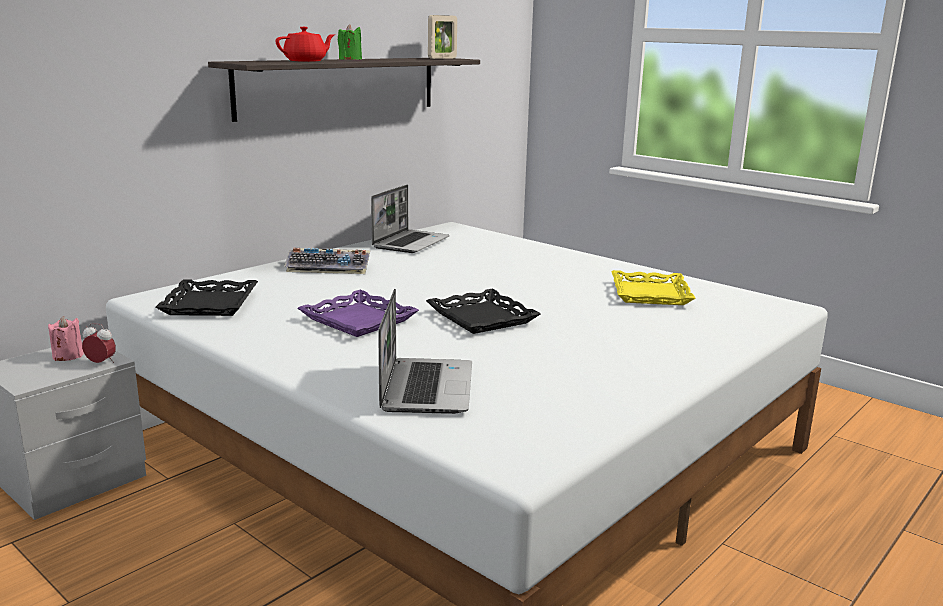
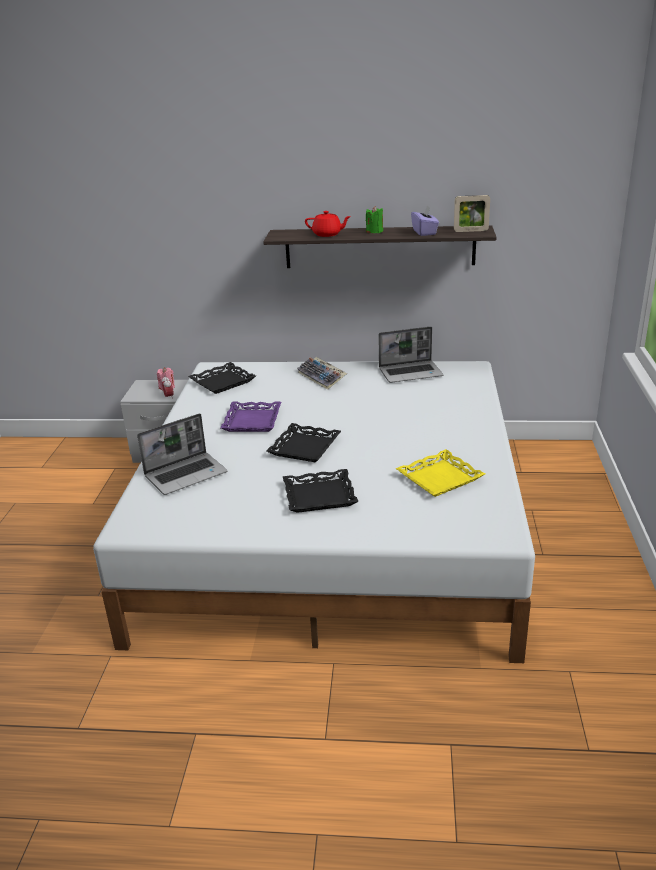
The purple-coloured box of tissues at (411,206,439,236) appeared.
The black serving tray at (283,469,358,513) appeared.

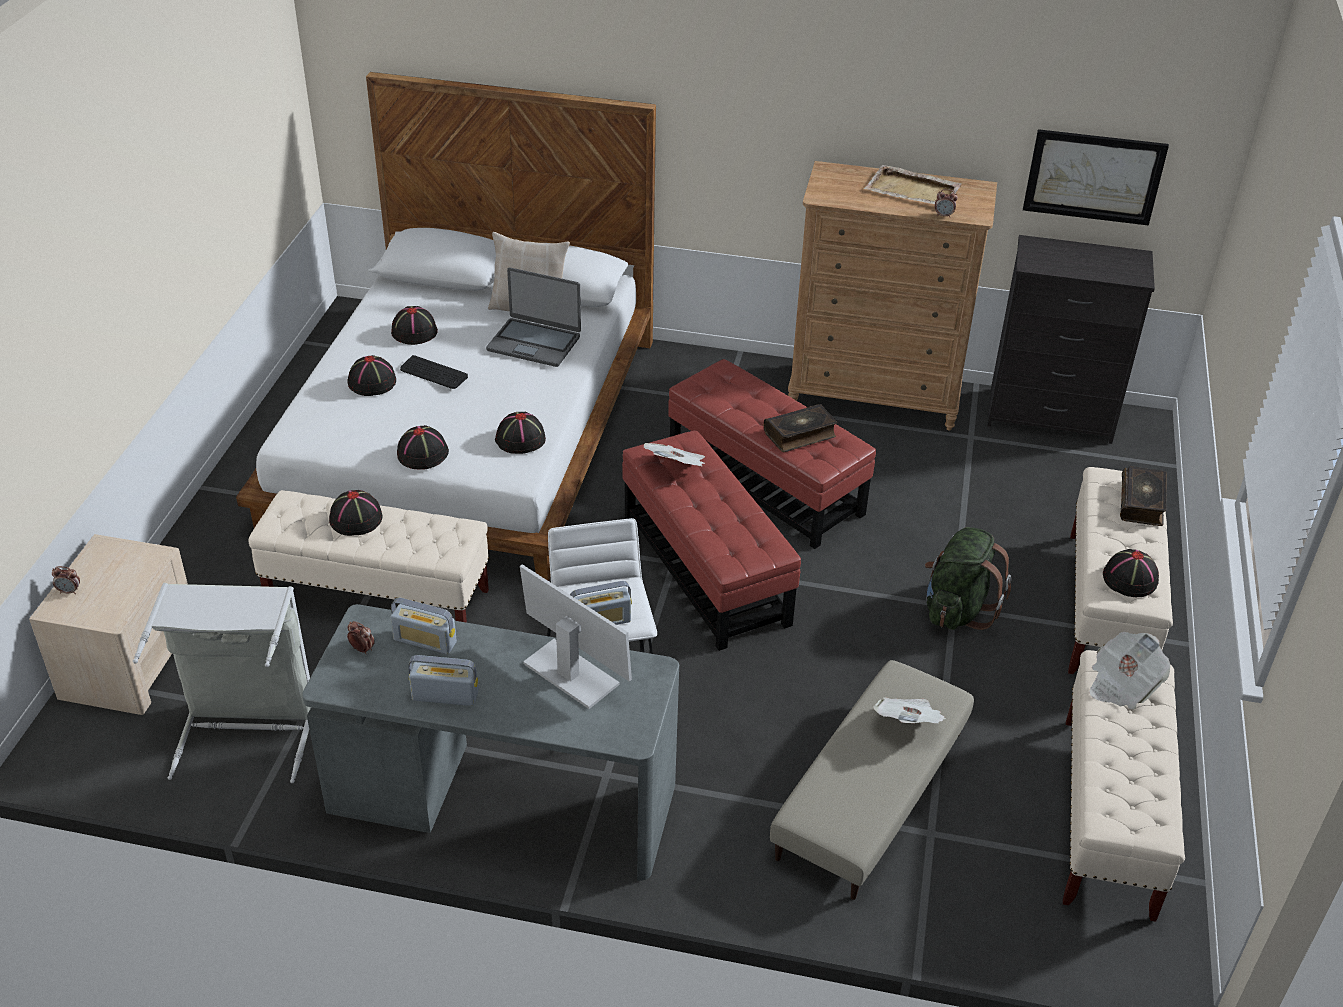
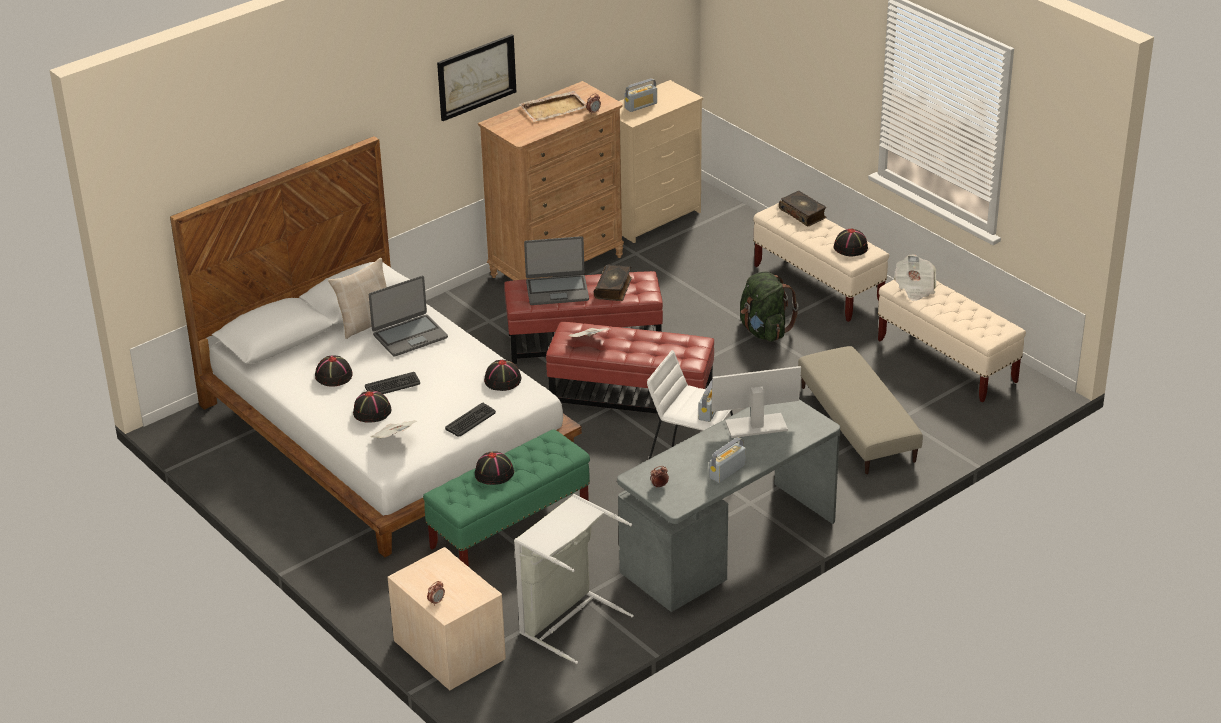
The picture moved from (1023,129,1169,226) to (437,34,516,121).
The black dresser at (988,235,1155,444) became the sand-coloured dresser at (619,80,703,243).
The black clothing hat at (397,425,449,470) was replaced by the computer keyboard at (445,403,496,437).
The sand-coloured indoor bench at (249,490,489,623) became the green-coloured indoor bench at (423,429,590,567).
The radio moved from (390,597,457,655) to (625,78,657,112).
The newspaper moved from (874,697,946,723) to (370,420,417,438).
The notebook computer at (524,236,589,305) appeared.

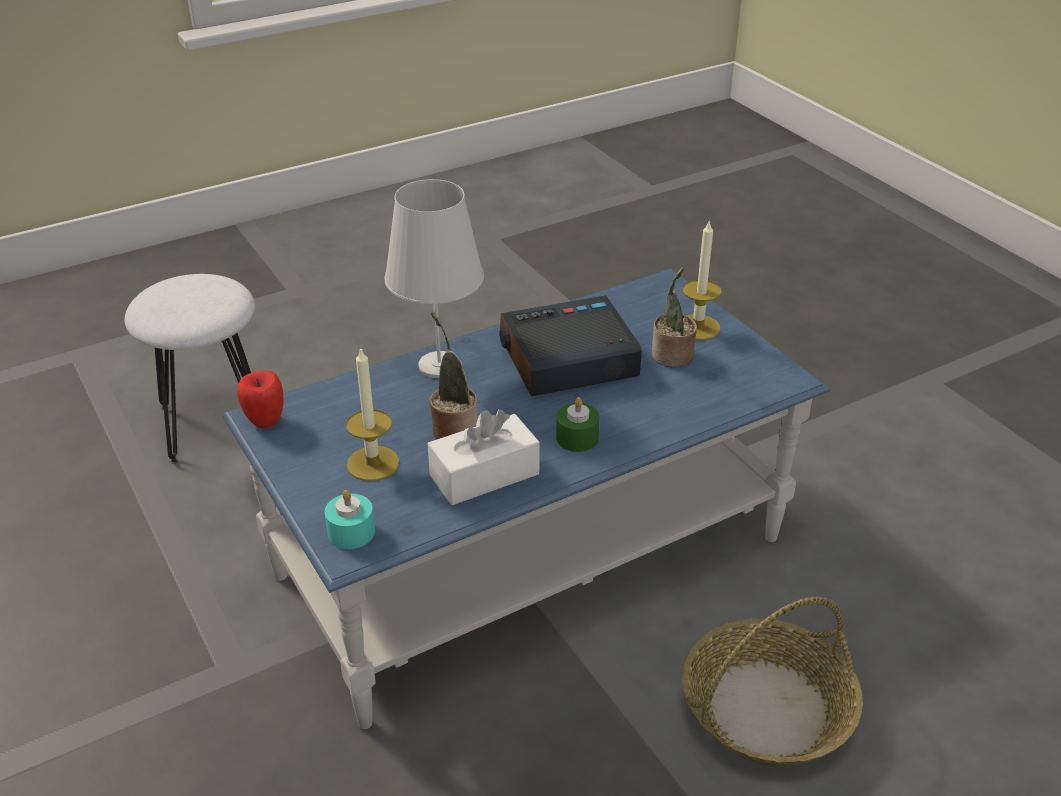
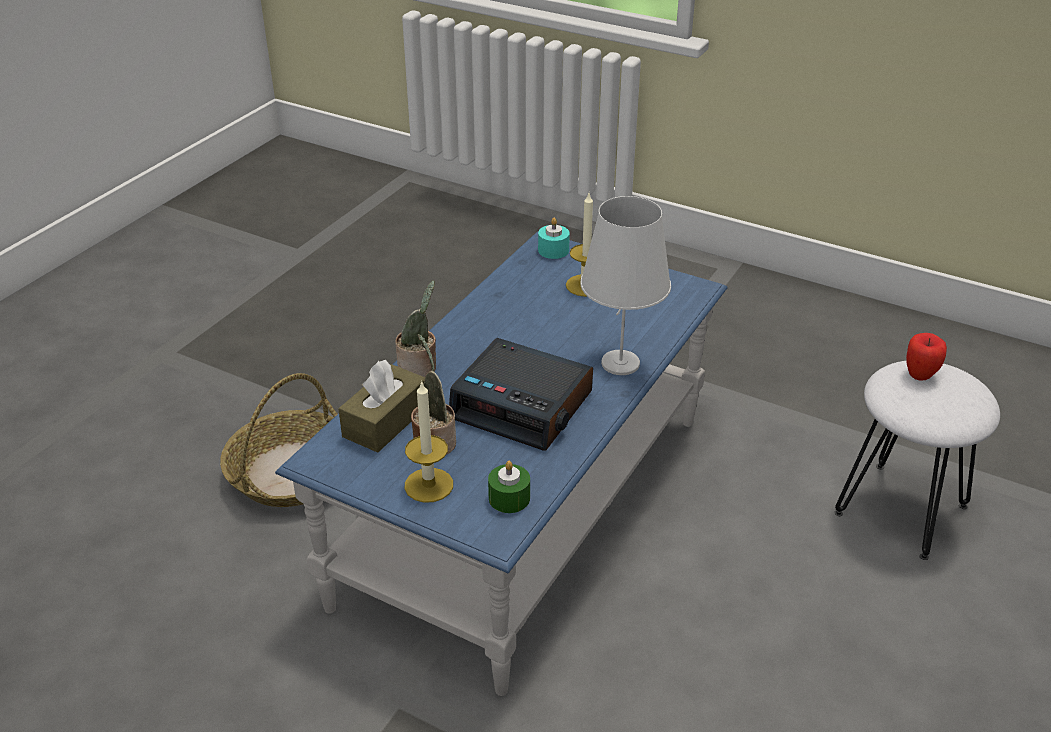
The bedside clock at (500,295,642,396) turned 75 degrees clockwise.
The houseplant moved from (429,312,478,439) to (395,280,436,377).
The apple moved from (237,370,283,428) to (906,333,947,381).
The green-coloured wax candle moved from (556,397,600,452) to (488,461,530,513).
The white box of tissues at (428,410,540,505) disappeared.
The brown-coloured box of tissues at (338,360,425,452) appeared.

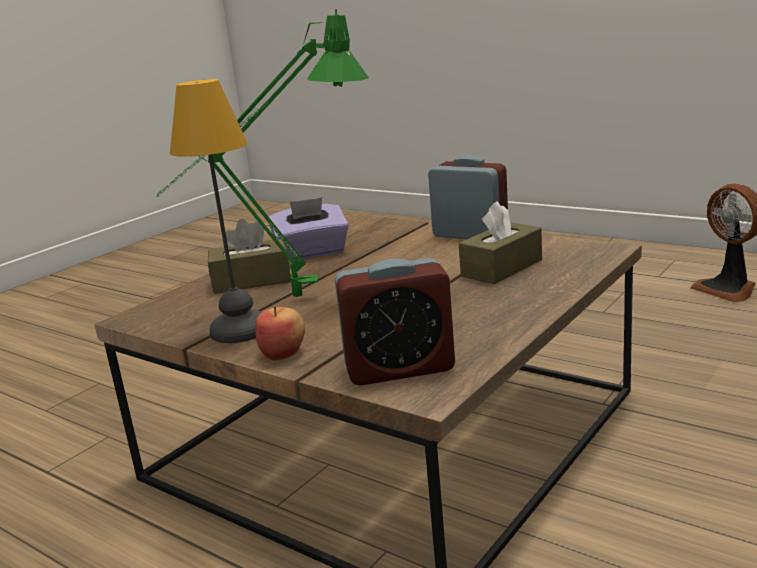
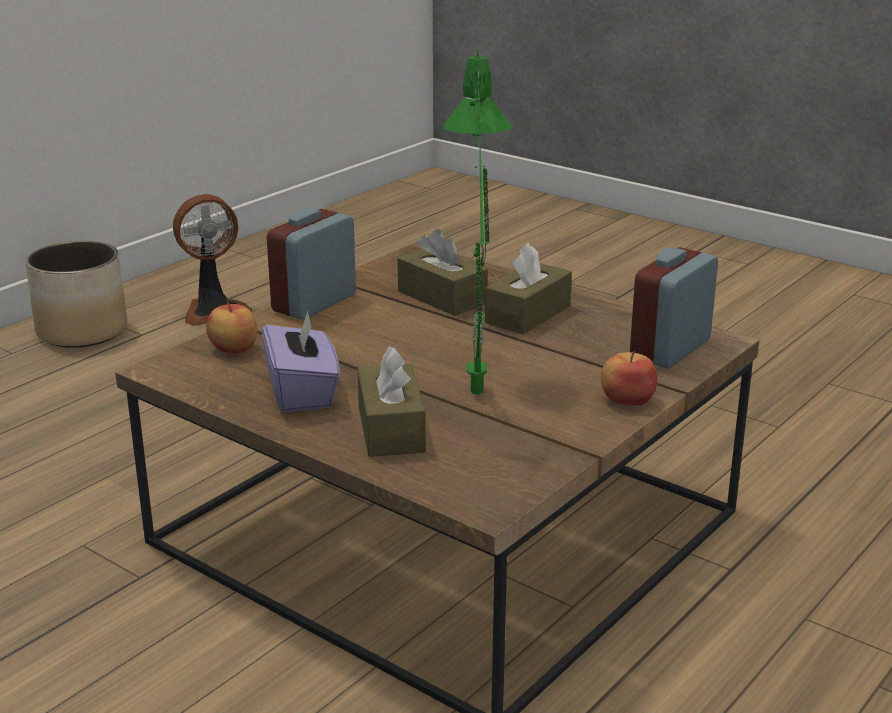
The lamp for a table at (170,79,262,343) disappeared.
The bedside clock at (335,258,455,386) turned 135 degrees counterclockwise.
The planter at (25,241,127,348) appeared.
The brown-coloured box of tissues at (485,243,572,334) appeared.
The apple at (206,302,258,354) appeared.

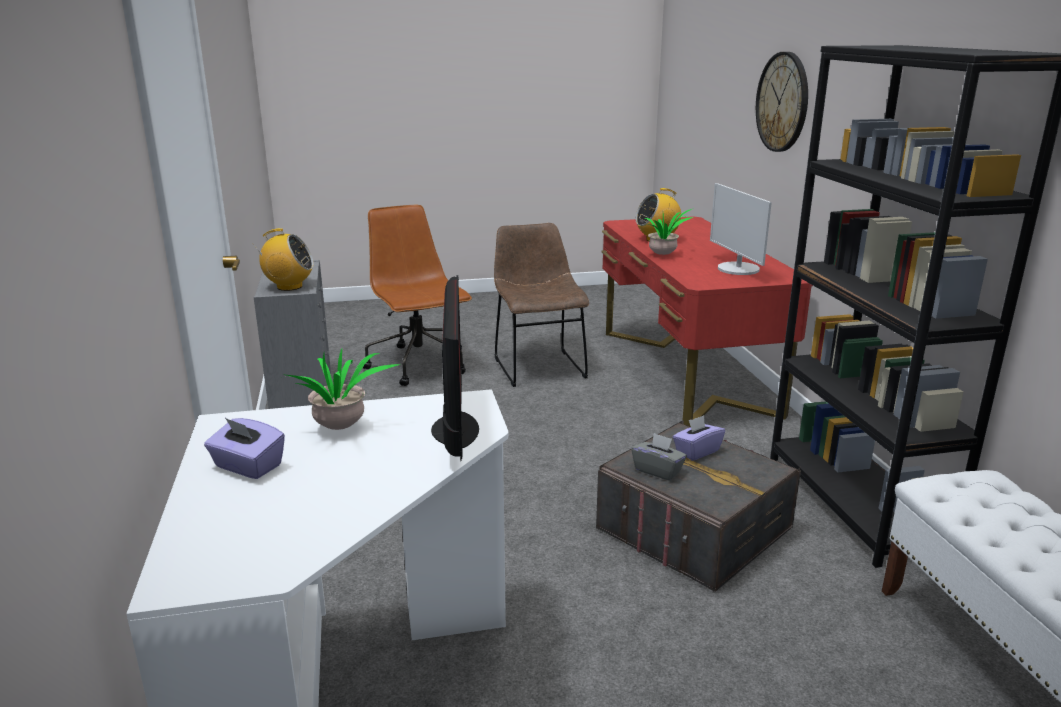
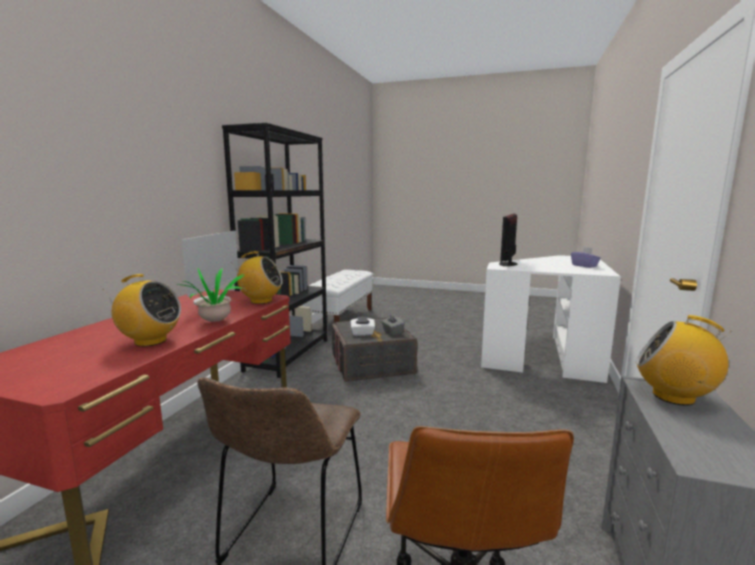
The clock on the wall at (756,52,808,152) disappeared.
The houseplant at (283,349,400,430) disappeared.
The purple-coloured box of tissues at (673,416,725,461) became the white box of tissues at (350,317,375,336).
The radio at (231,251,283,304) appeared.

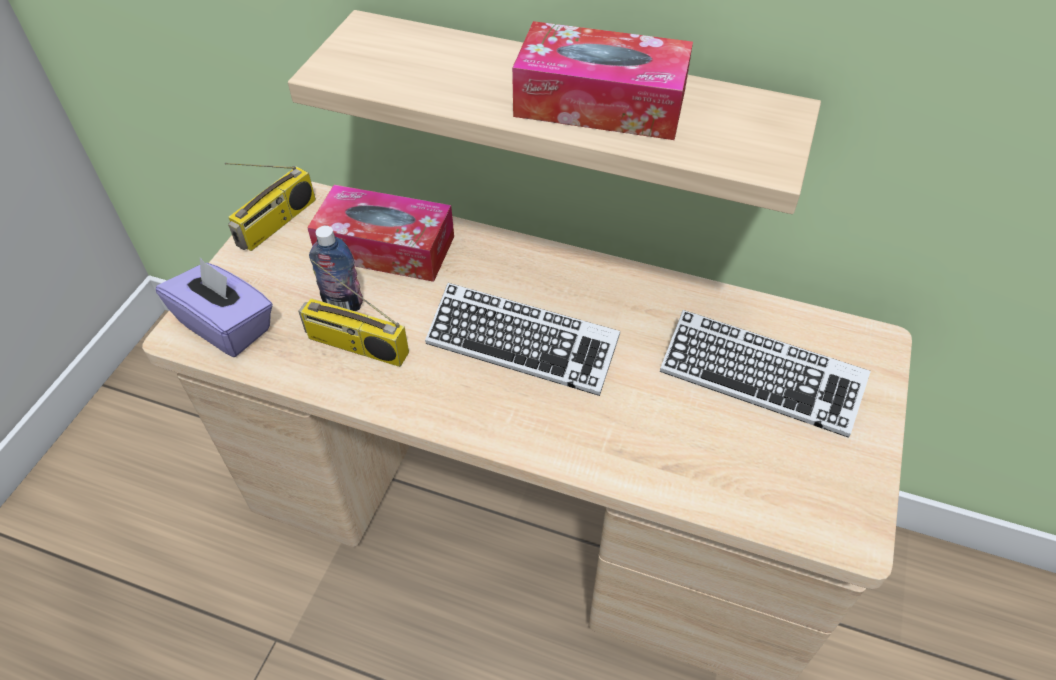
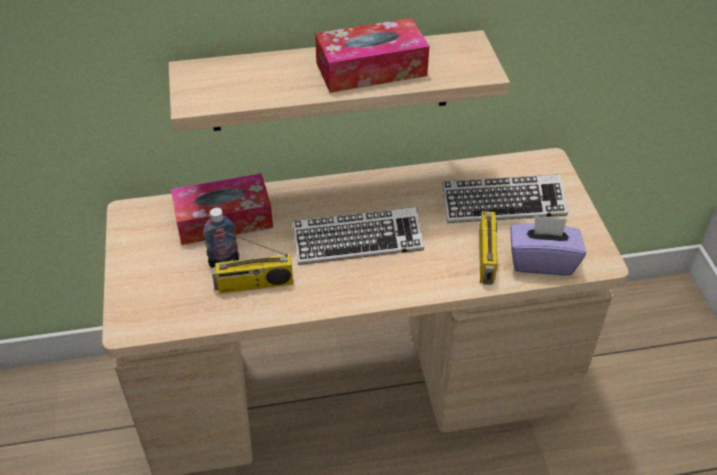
The radio moved from (225,163,316,251) to (479,211,498,285).
The purple-coloured box of tissues moved from (156,258,273,357) to (510,216,586,275).

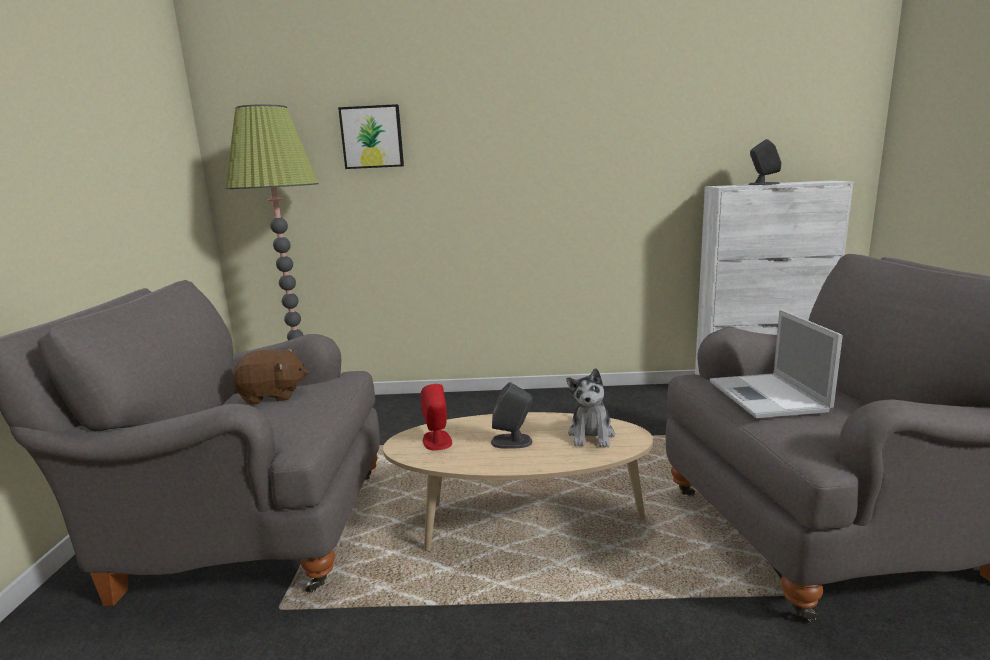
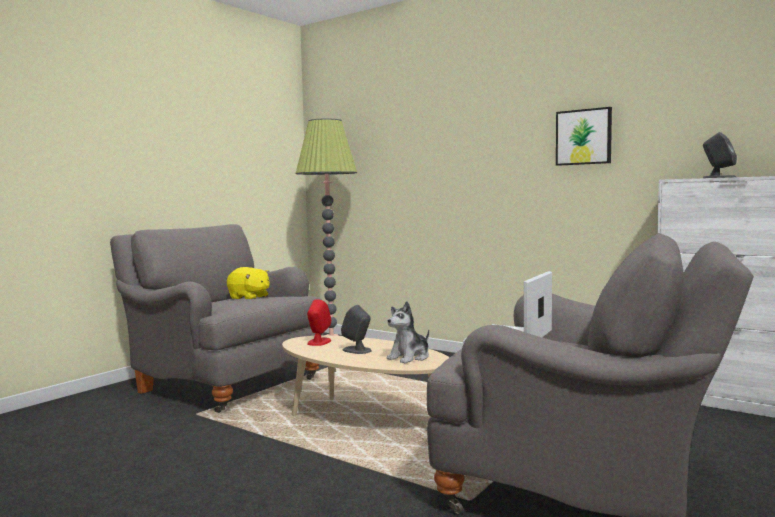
The picture moved from (338,104,404,169) to (556,107,612,166).
The brown-coloured soft toy at (233,348,309,405) became the yellow-coloured soft toy at (227,267,270,299).

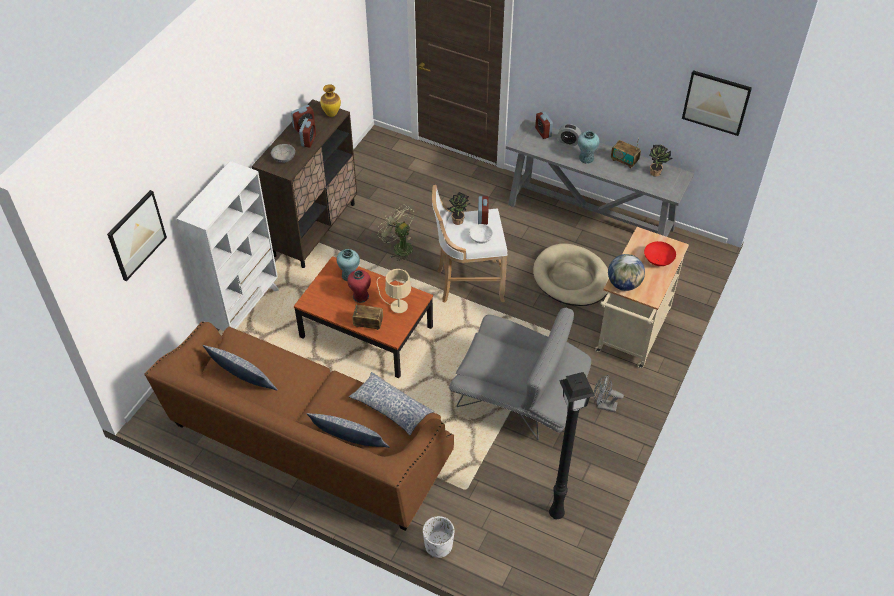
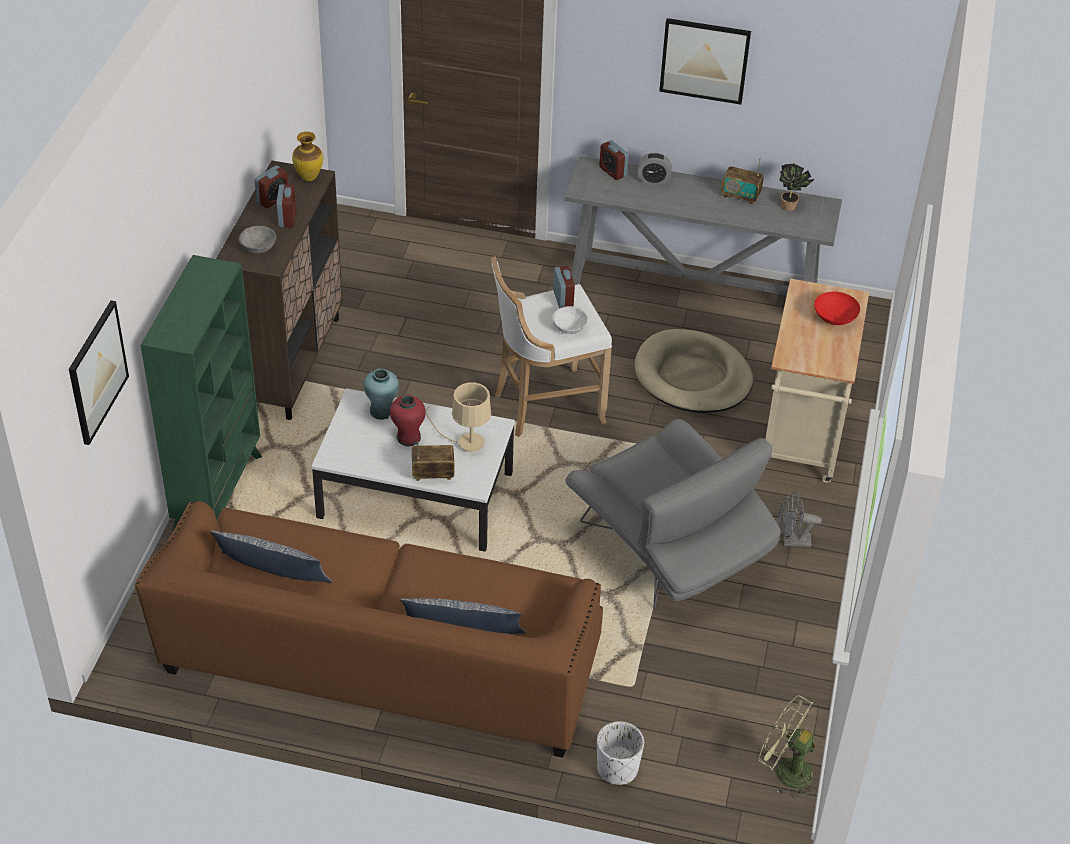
The picture moved from (682,70,752,136) to (659,18,751,105).
The blue-green decorative vase at (578,131,600,164) disappeared.
The white bookcase at (176,161,279,331) became the green-coloured bookcase at (141,255,262,531).
The houseplant at (447,192,470,225) disappeared.
The green-coloured fan moved from (378,204,414,261) to (759,696,818,799).
The desk globe at (608,254,645,291) disappeared.
The brown-coloured low table at (294,256,433,378) became the white low table at (311,388,515,552).
The grey lounge chair at (449,308,591,440) turned 45 degrees clockwise.
The throw pillow at (349,372,434,435) disappeared.
The black floor lamp at (549,372,595,519) disappeared.

